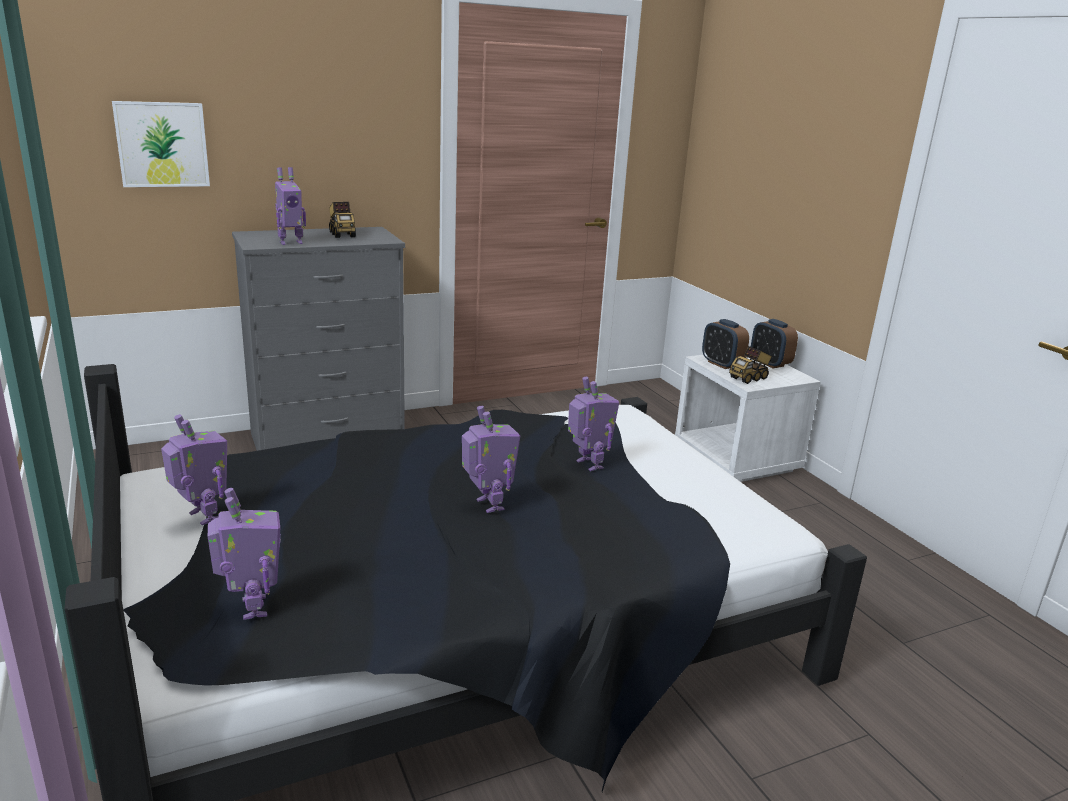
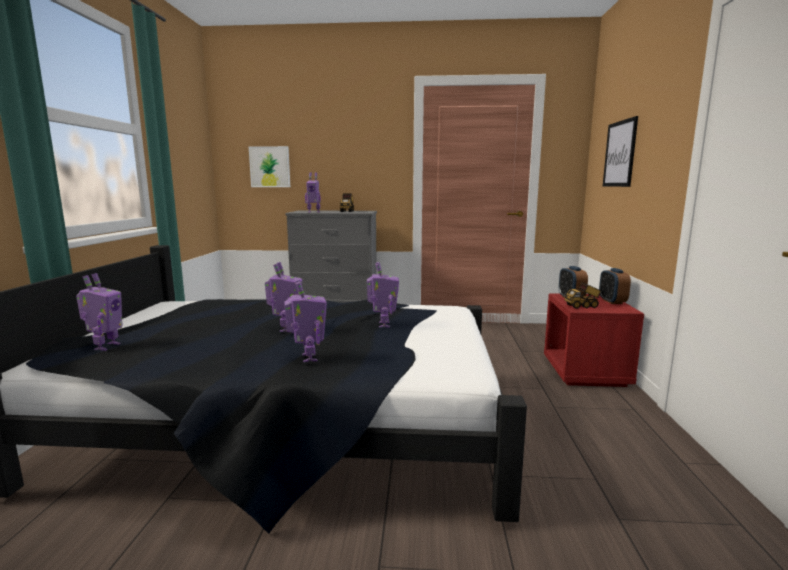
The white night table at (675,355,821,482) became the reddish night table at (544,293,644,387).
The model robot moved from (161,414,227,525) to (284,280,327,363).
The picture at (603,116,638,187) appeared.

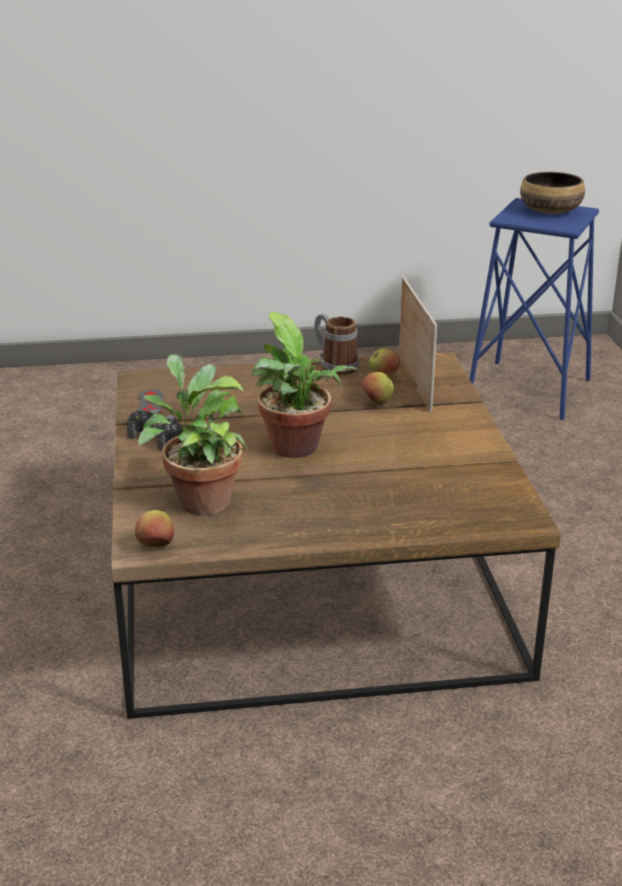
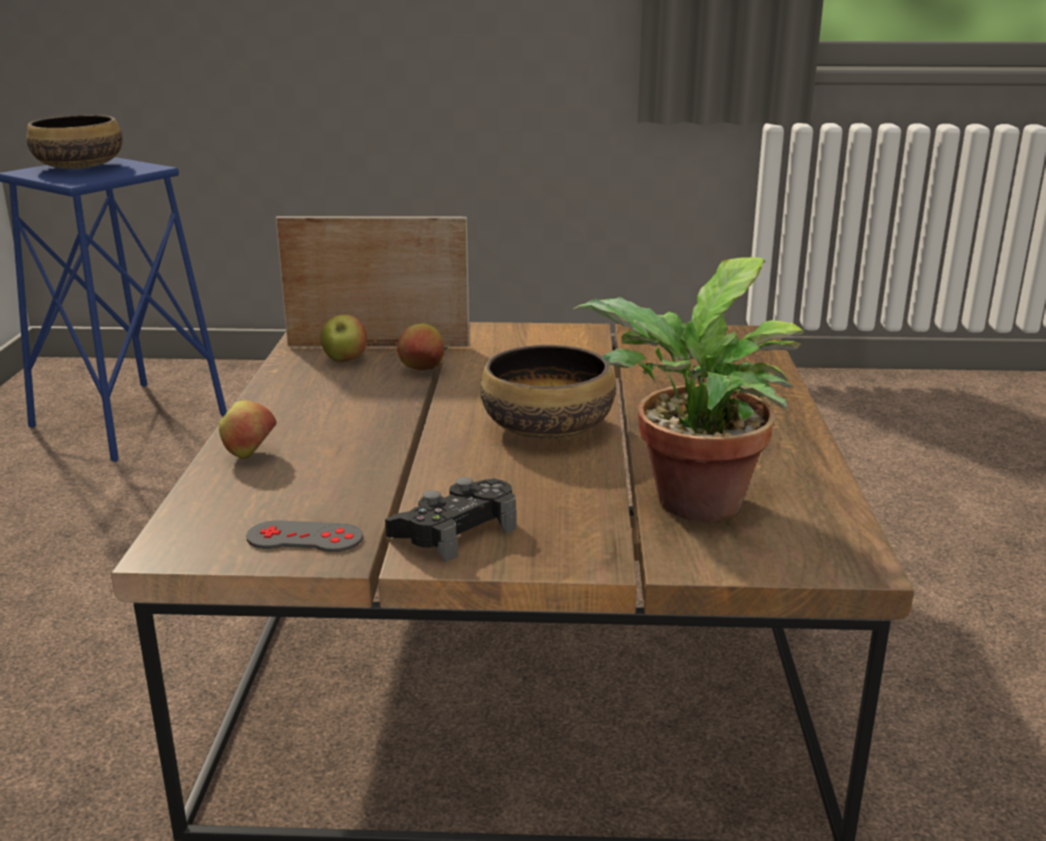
The houseplant at (251,312,358,458) was replaced by the bowl at (480,345,616,439).
The coffee mug at (314,314,359,375) disappeared.
The apple moved from (135,510,175,547) to (219,401,276,459).

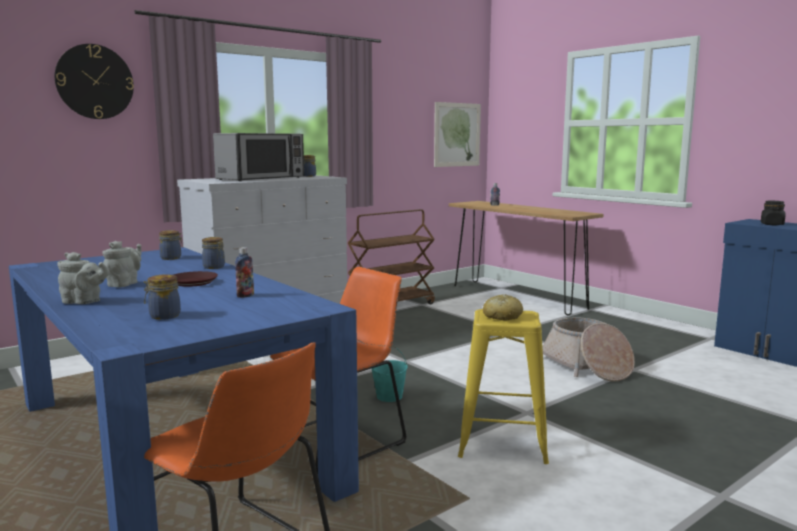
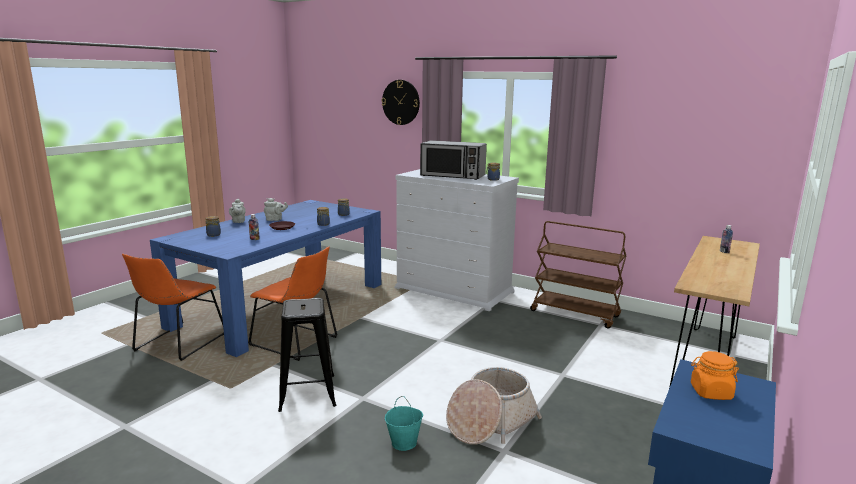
The picture at (434,102,481,167) disappeared.
The black preserve jar at (761,201,785,225) became the orange preserve jar at (691,351,739,400).
The baked bread at (483,294,523,321) disappeared.
The yellow-coloured sitting stool at (458,309,549,464) became the black sitting stool at (278,298,336,412).
The blue-green bucket moved from (371,346,408,402) to (385,396,423,451).

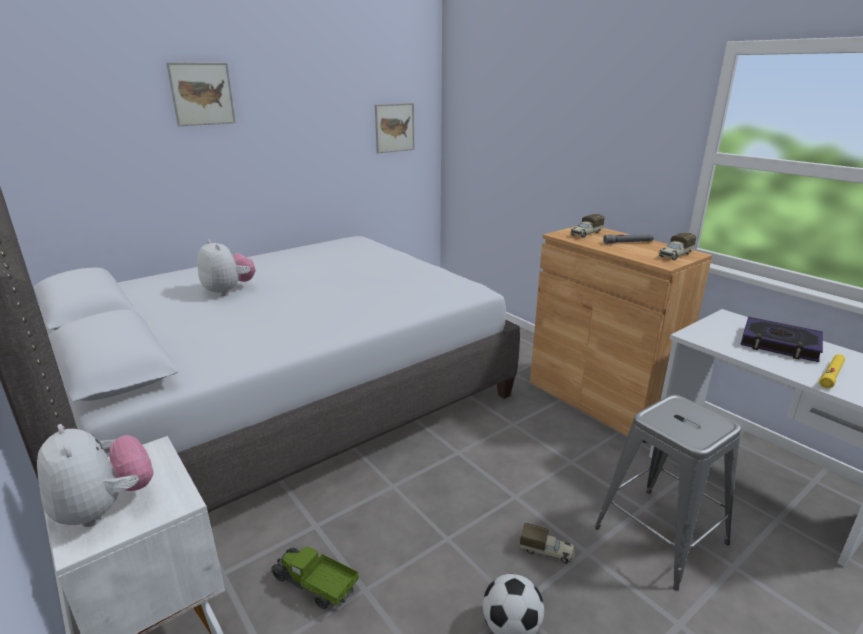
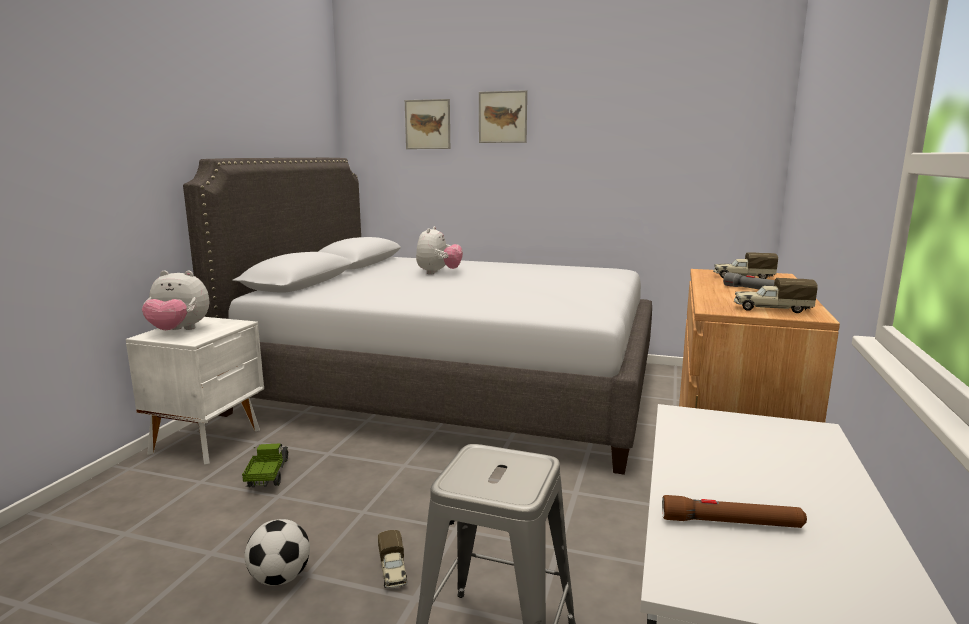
The picture moved from (375,103,414,153) to (405,99,450,149).
The volume at (740,317,823,362) disappeared.
The yellow-coloured torch at (819,354,845,389) became the brown-coloured torch at (662,495,807,528).
The soft toy at (37,424,154,527) turned 75 degrees clockwise.

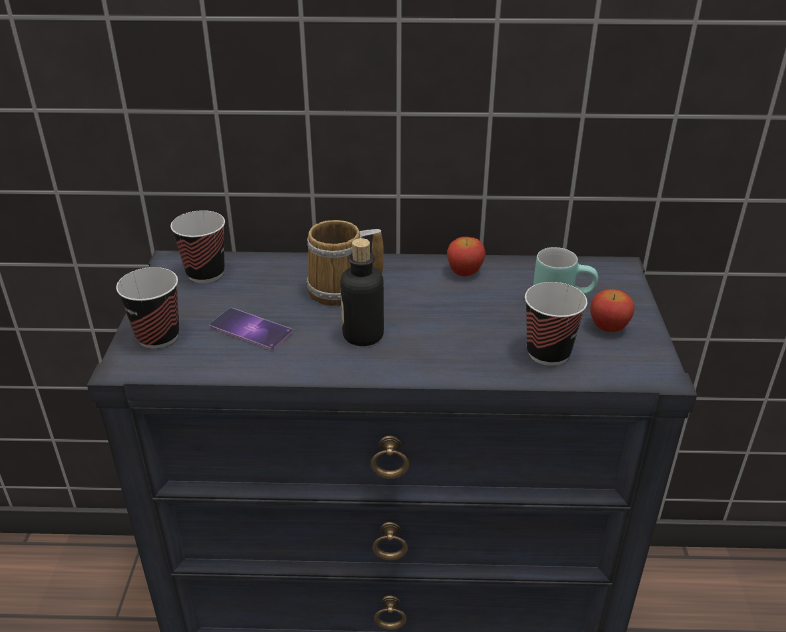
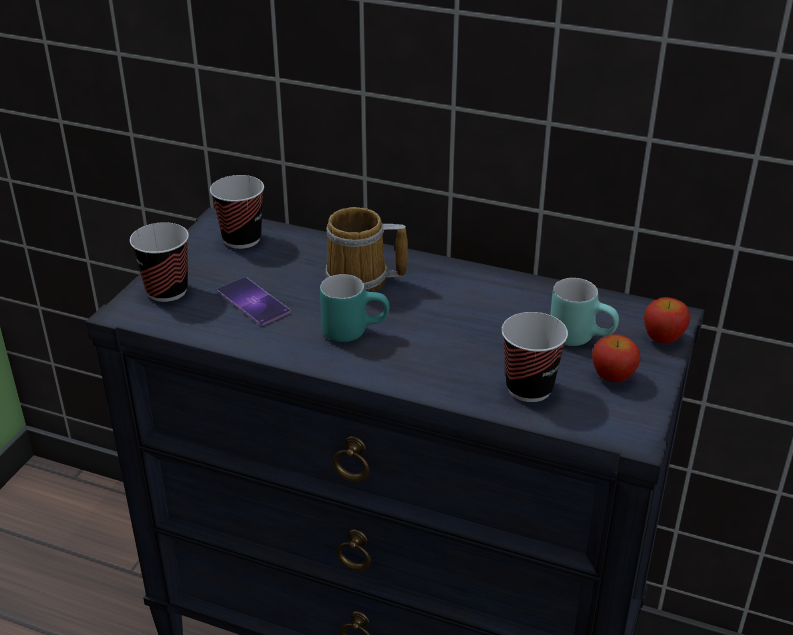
The apple moved from (447,237,485,276) to (644,297,690,344).
The beverage bottle at (340,238,384,346) was replaced by the blue-green coffee mug at (320,274,389,342).

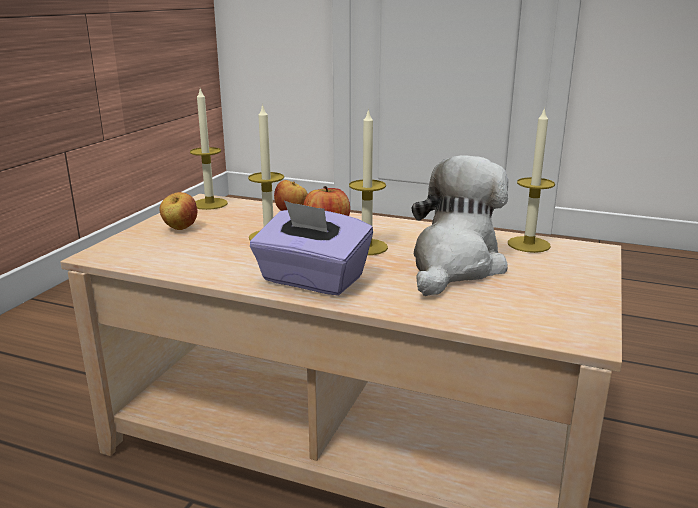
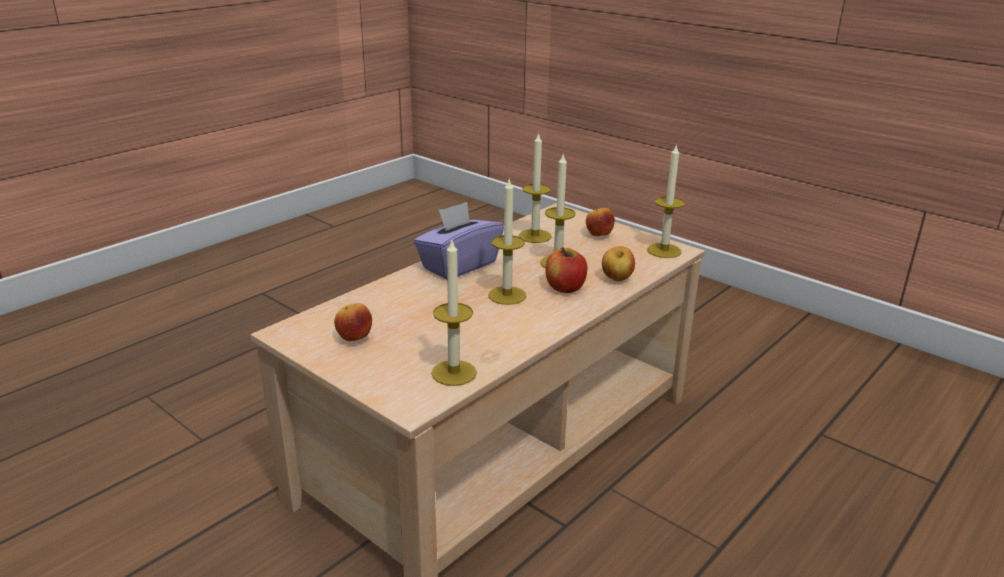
The soft toy at (411,155,508,296) disappeared.
The wax candle at (519,132,552,243) appeared.
The apple at (334,303,372,341) appeared.

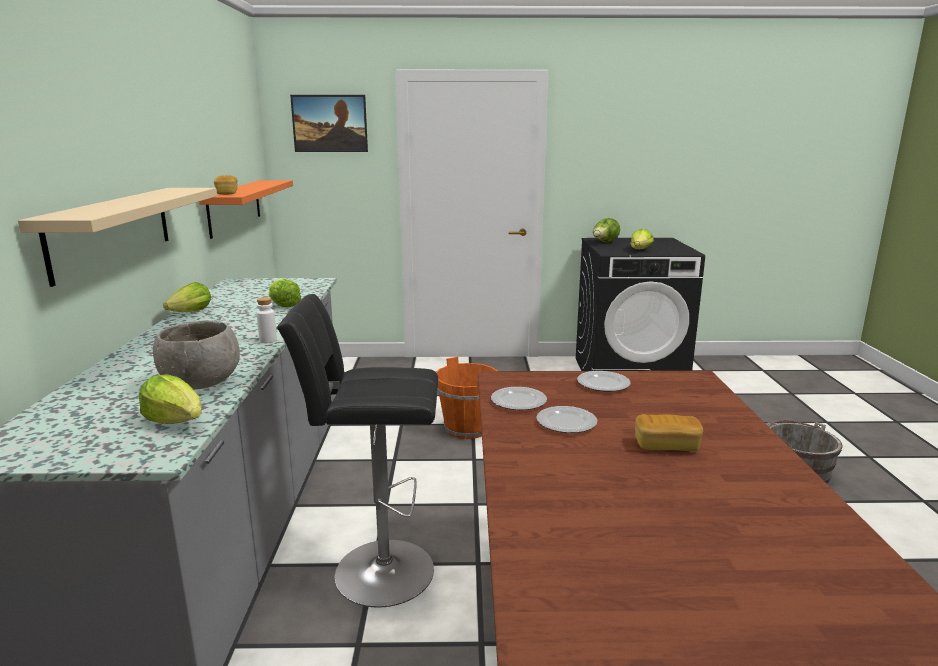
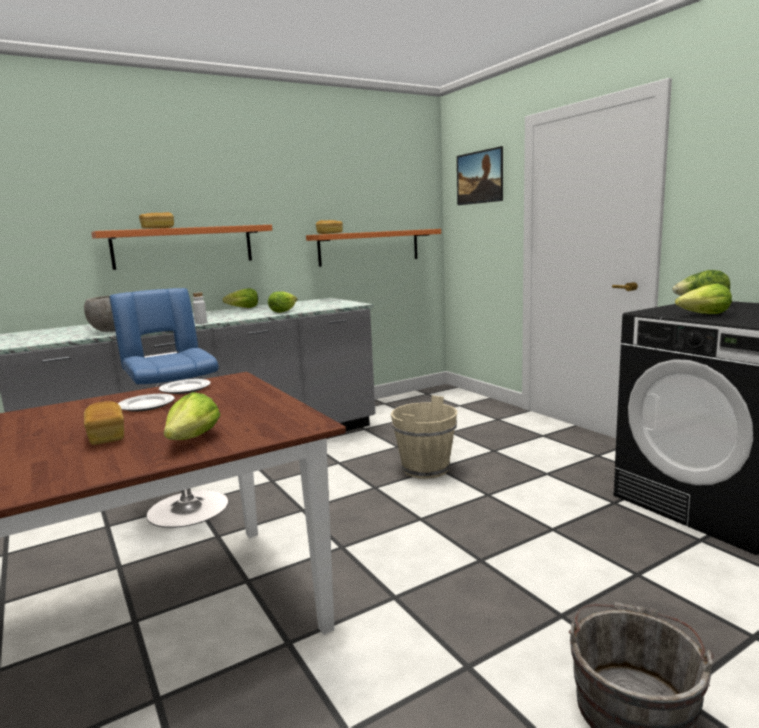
The sand-coloured shelf at (18,188,217,287) became the orange shelf at (91,225,272,270).
The black sitting stool at (277,294,438,608) became the blue sitting stool at (110,288,228,528).
The orange bucket at (436,357,499,439) became the sand-coloured bucket at (391,395,457,479).
The dinner plate at (577,371,631,392) disappeared.
The head of lettuce moved from (139,374,202,424) to (164,392,220,440).
The baked bread at (139,212,174,229) appeared.

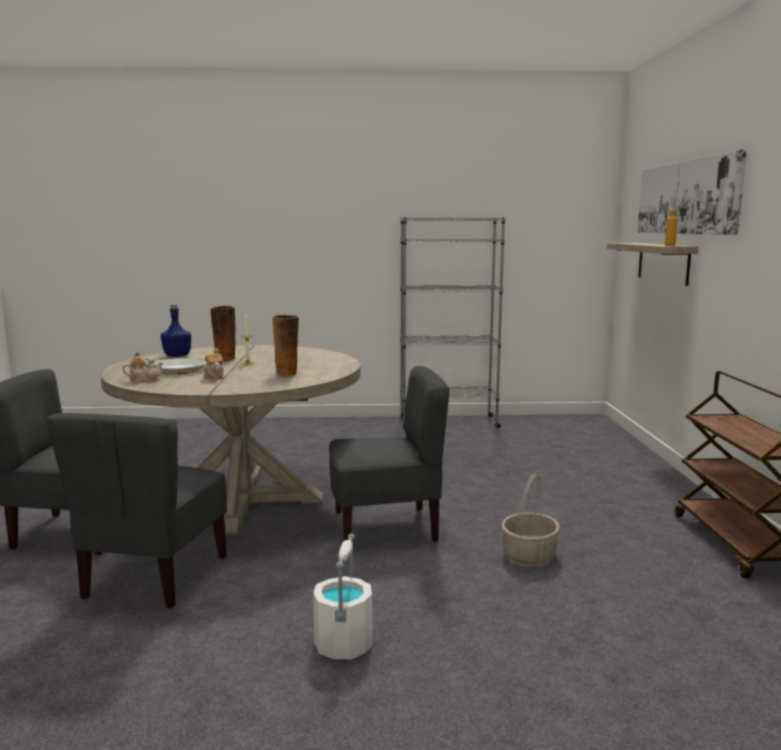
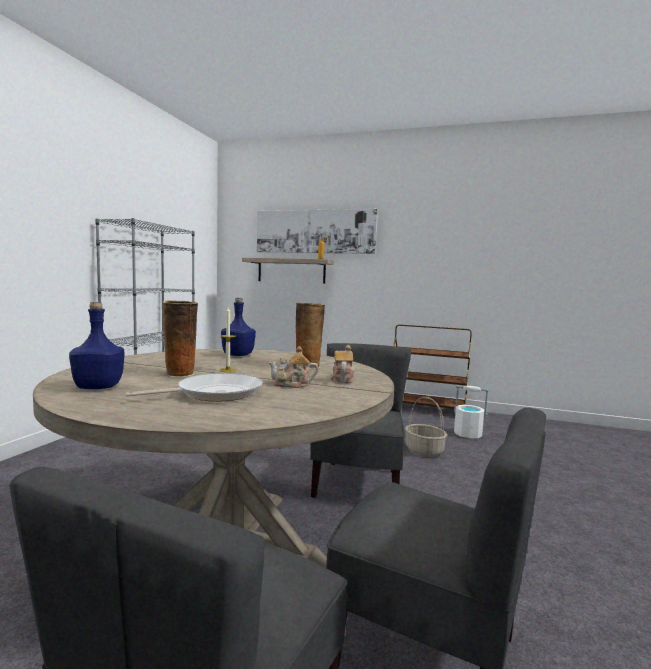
The teapot moved from (122,351,164,382) to (331,345,354,383).
The white bucket moved from (313,533,373,660) to (454,385,489,438).
The blue beverage bottle at (221,298,256,356) appeared.

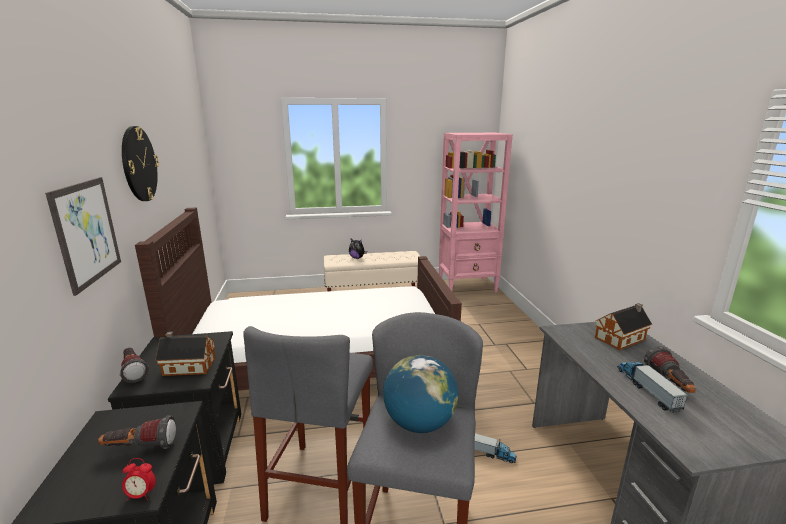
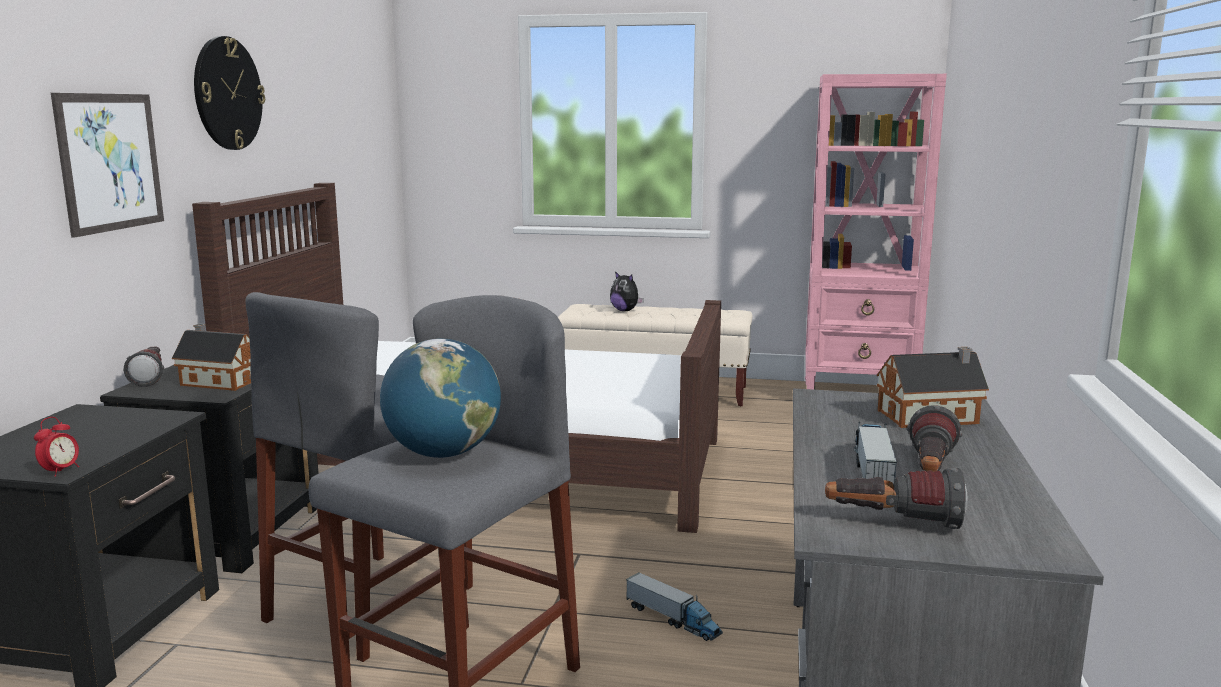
The torch moved from (98,415,176,449) to (825,468,967,529).
The bedside clock at (122,458,156,501) turned 90 degrees counterclockwise.

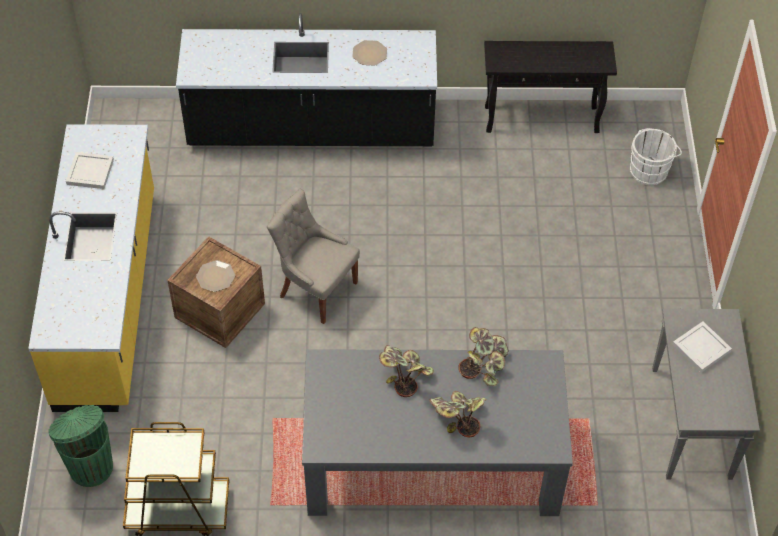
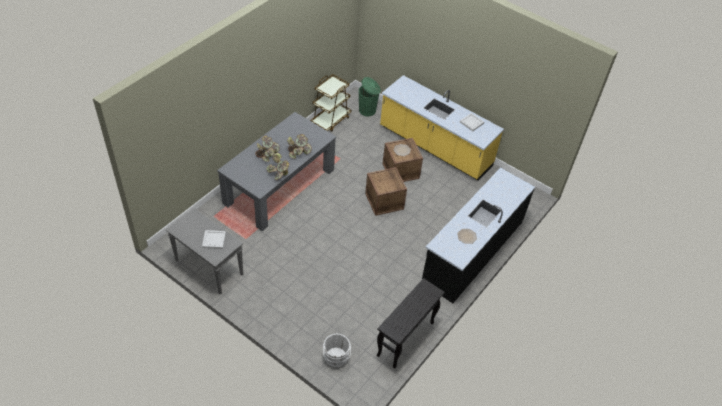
The grey upright chair at (267,189,360,324) was replaced by the packing crate at (365,167,407,216).

